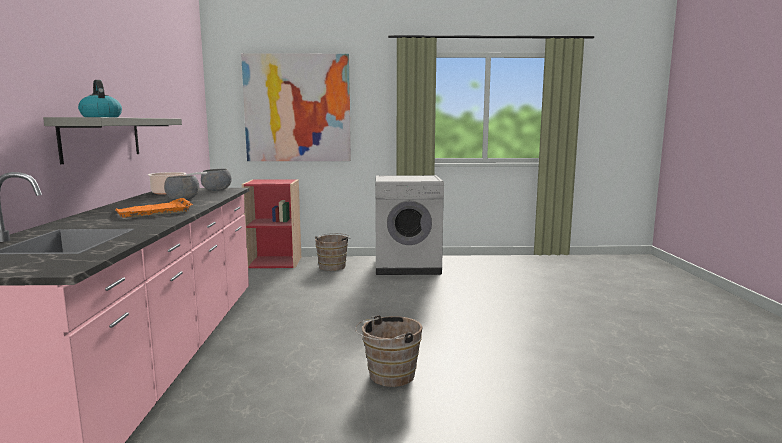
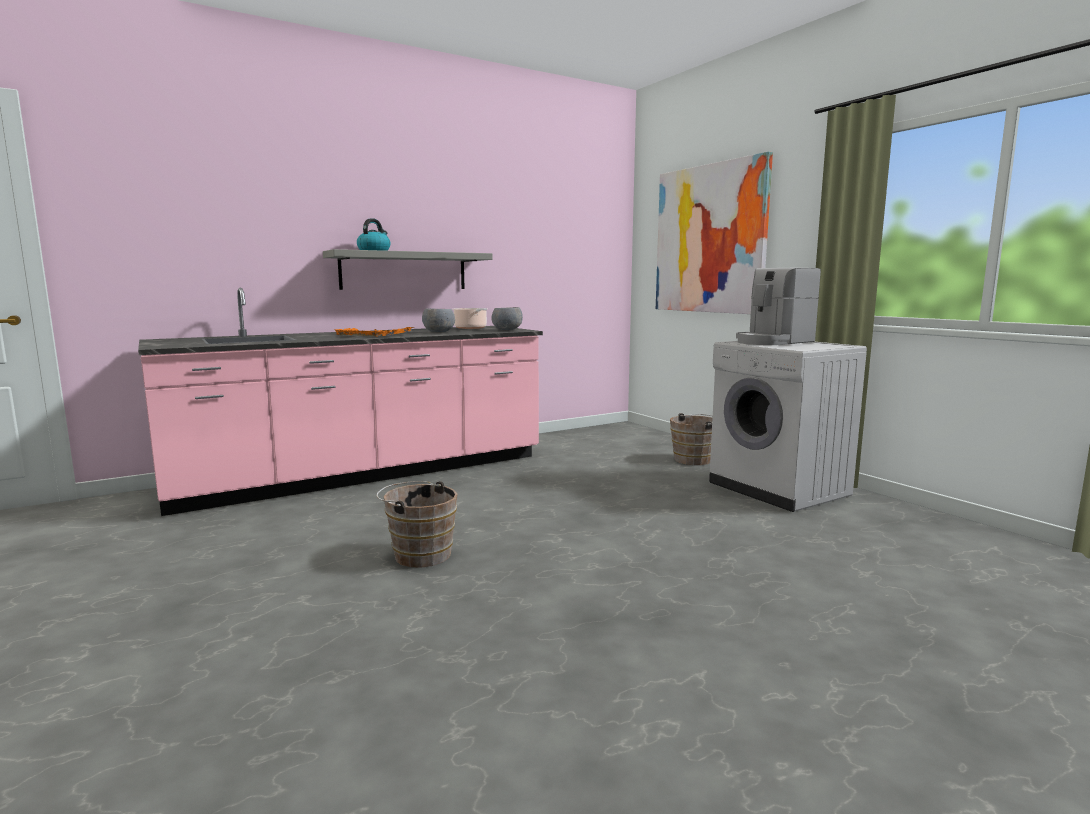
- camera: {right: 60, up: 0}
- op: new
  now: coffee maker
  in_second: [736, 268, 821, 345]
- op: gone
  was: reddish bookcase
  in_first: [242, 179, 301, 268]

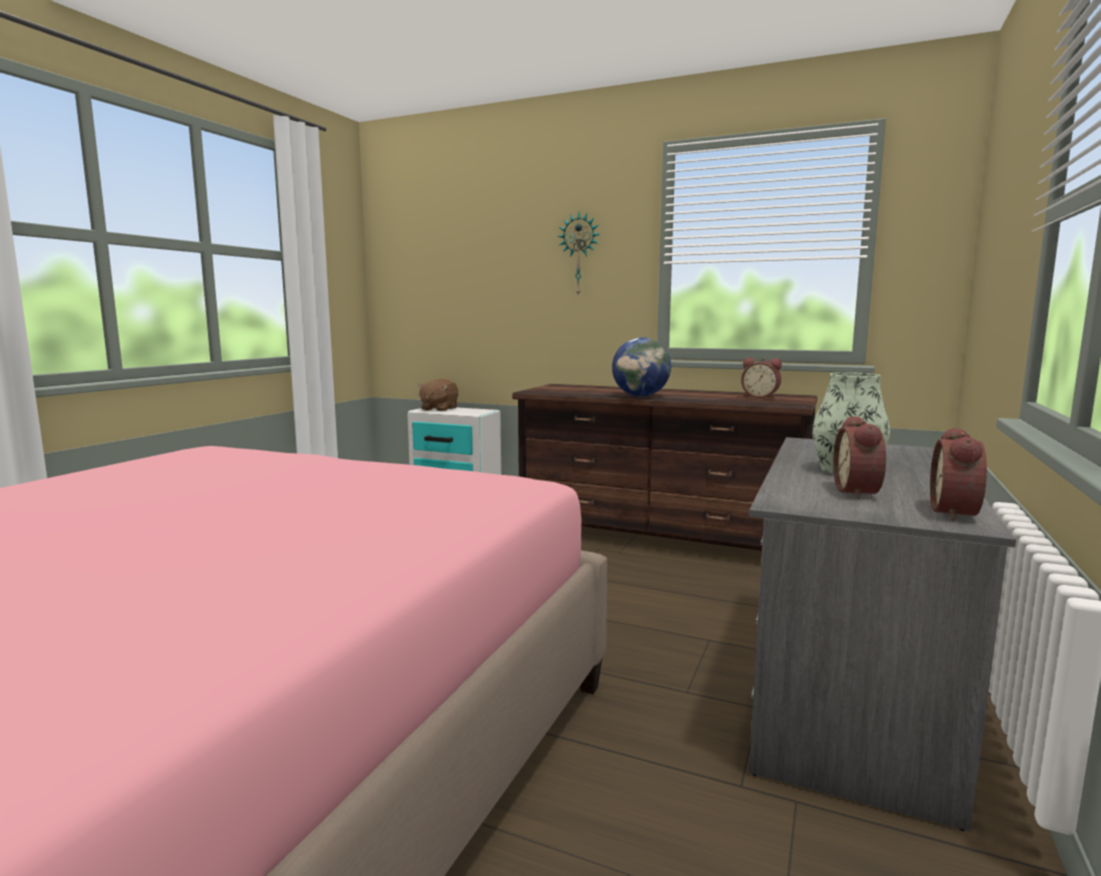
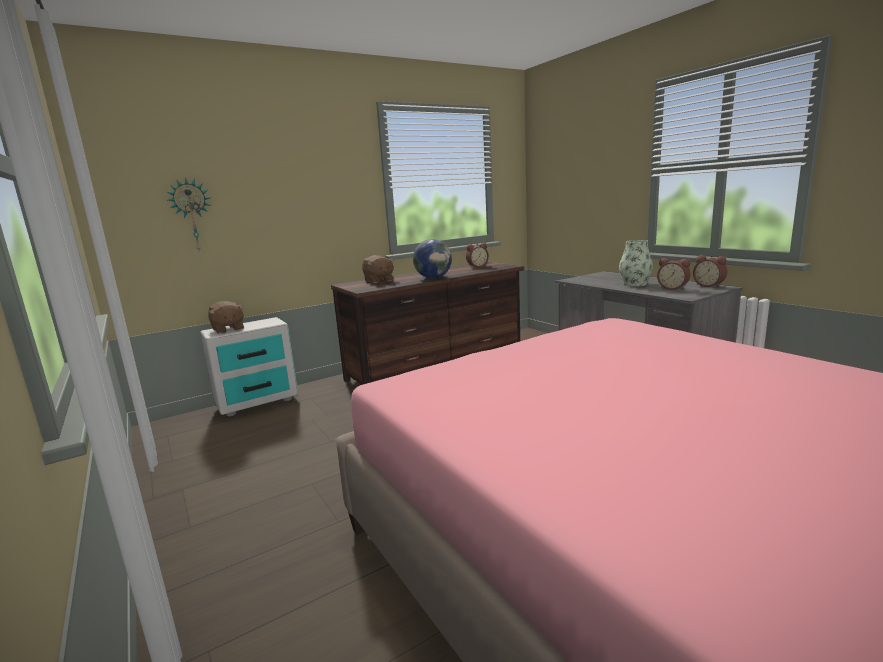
- camera: {right: -55, up: 5}
- op: shifted
  was: hanging clock
  in_first: [557, 212, 600, 295]
  in_second: [167, 177, 211, 252]
- op: new
  now: brownish plush toy
  in_second: [362, 255, 394, 283]

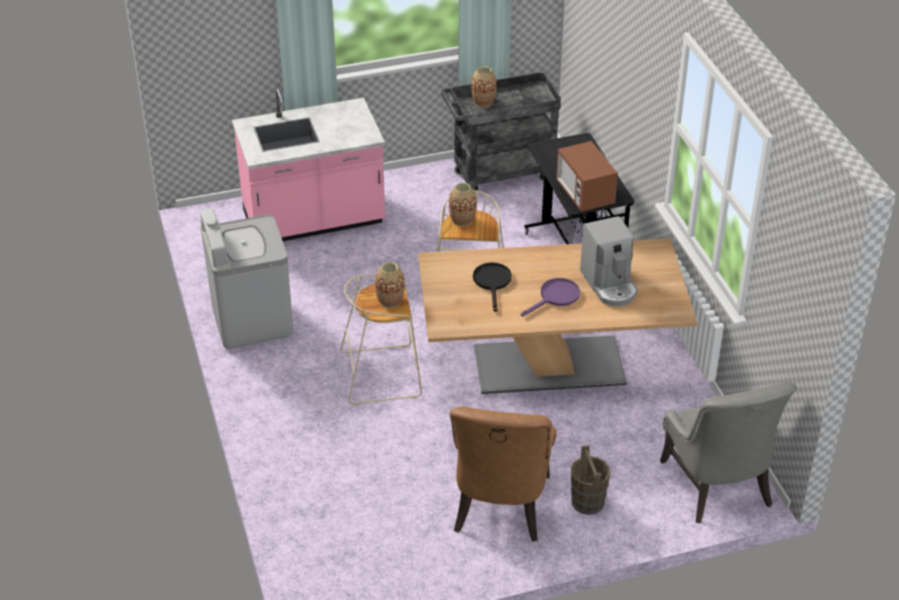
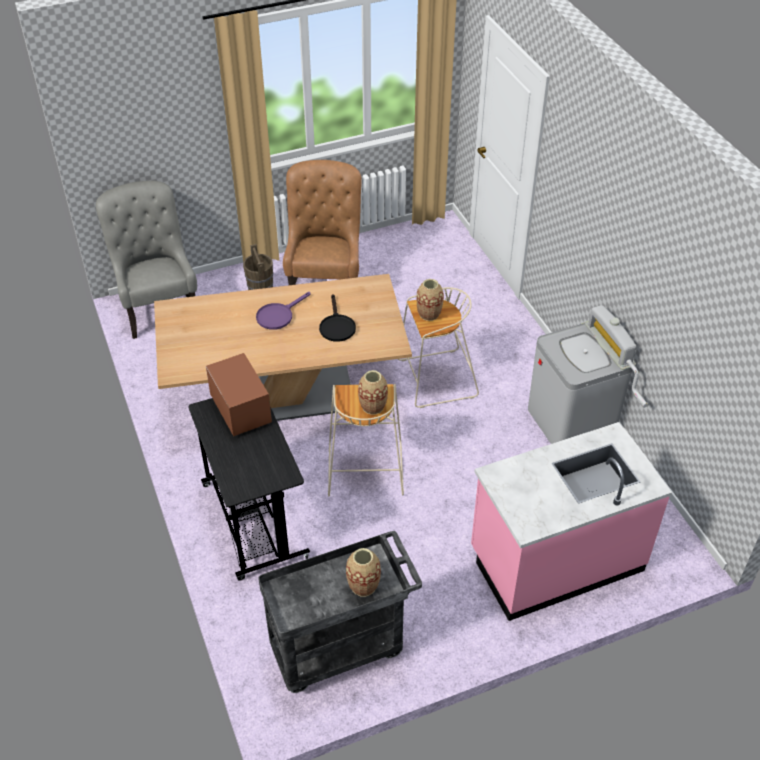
- camera: {right: 175, up: 5}
- op: gone
  was: coffee maker
  in_first: [580, 216, 638, 306]

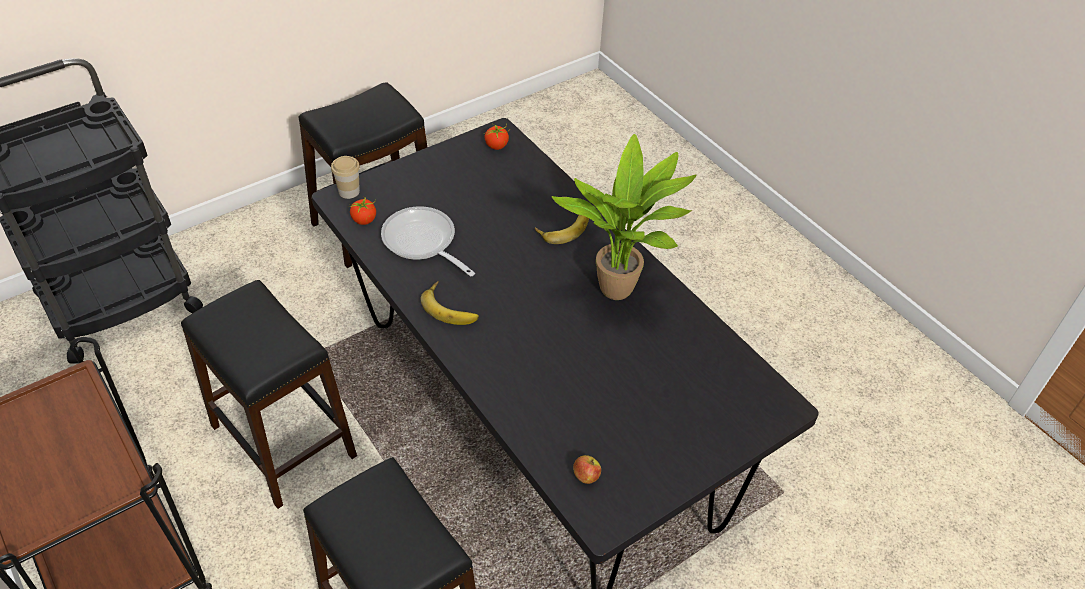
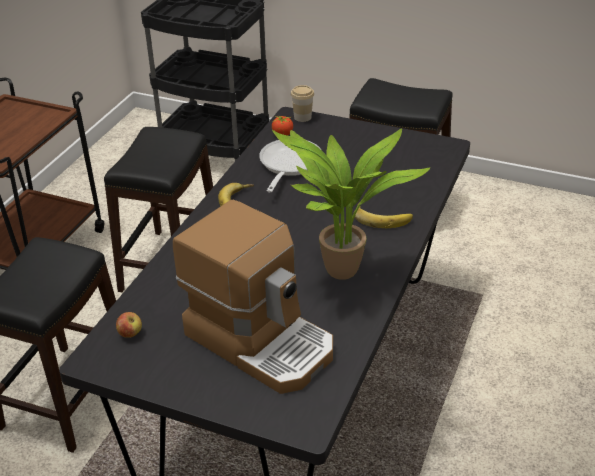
- camera: {right: 60, up: -10}
- op: new
  now: coffee maker
  in_second: [173, 200, 333, 394]
- op: gone
  was: whole tomato
  in_first: [484, 123, 509, 150]

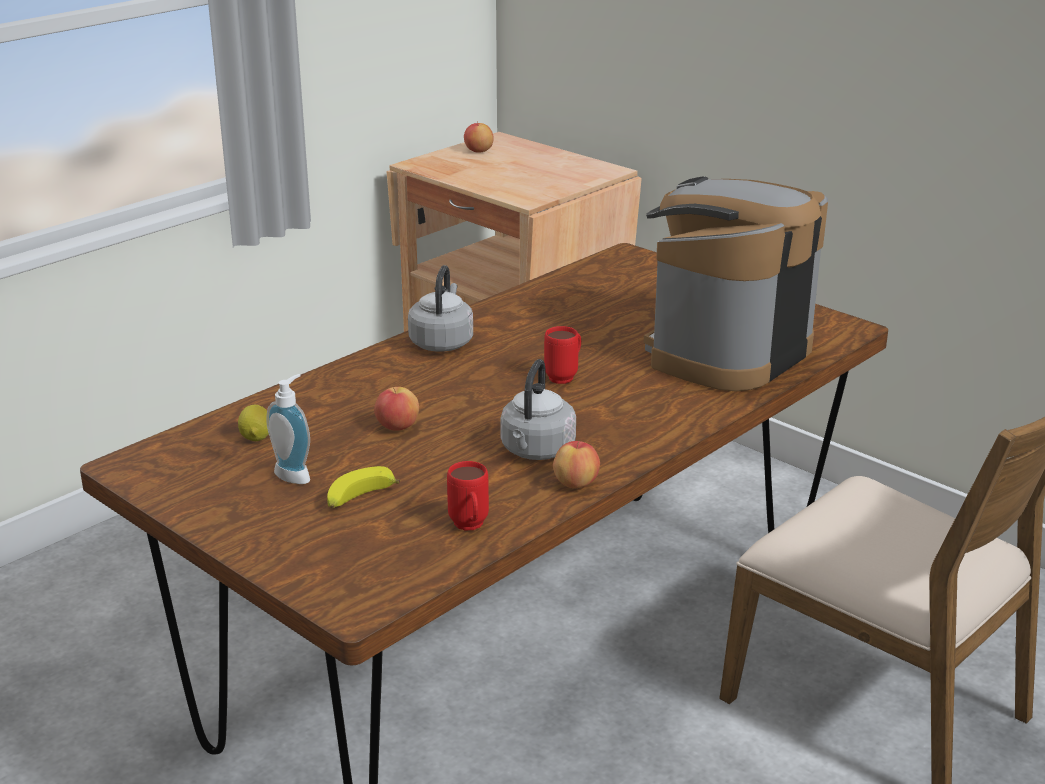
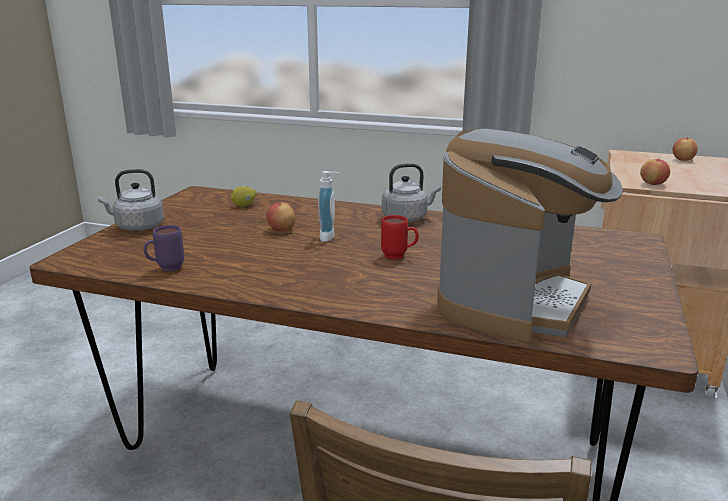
- camera: {right: 65, up: -5}
- op: shifted
  was: greyish tea kettle
  in_first: [500, 359, 576, 460]
  in_second: [98, 169, 164, 231]
- op: repainted
  was: reddish coffee mug
  now: purple-coloured coffee mug
  in_first: [447, 461, 489, 531]
  in_second: [144, 225, 184, 272]
- op: shifted
  was: soap bottle
  in_first: [266, 374, 310, 484]
  in_second: [318, 171, 340, 242]
- op: rotated
  was: coffee maker
  in_first: [644, 176, 828, 391]
  in_second: [437, 129, 623, 343]
  clockwise: 105
- op: shifted
  was: apple
  in_first: [553, 441, 600, 488]
  in_second: [640, 159, 670, 185]
- op: gone
  was: banana
  in_first: [327, 466, 400, 508]

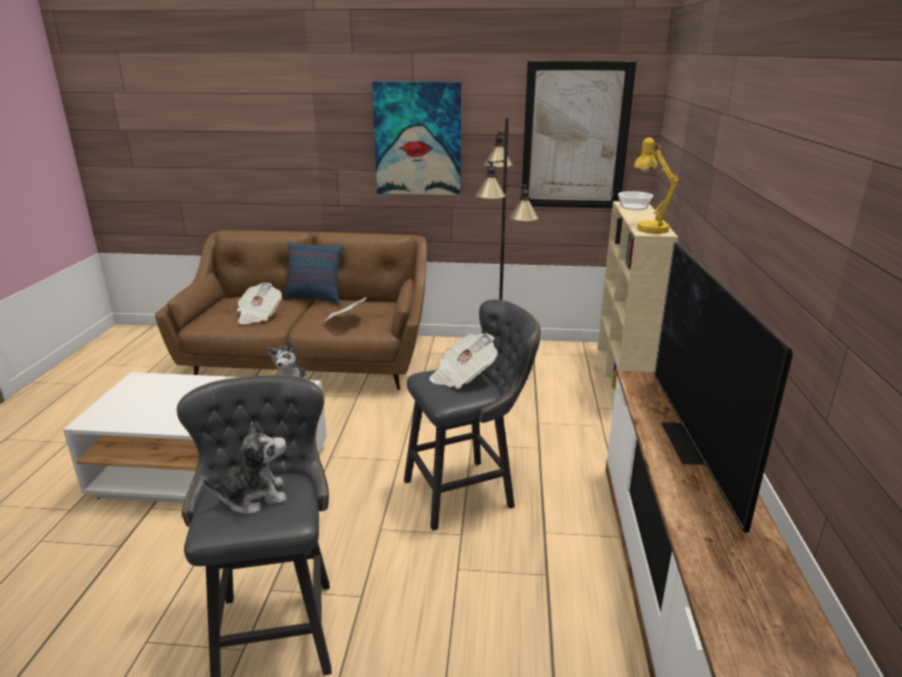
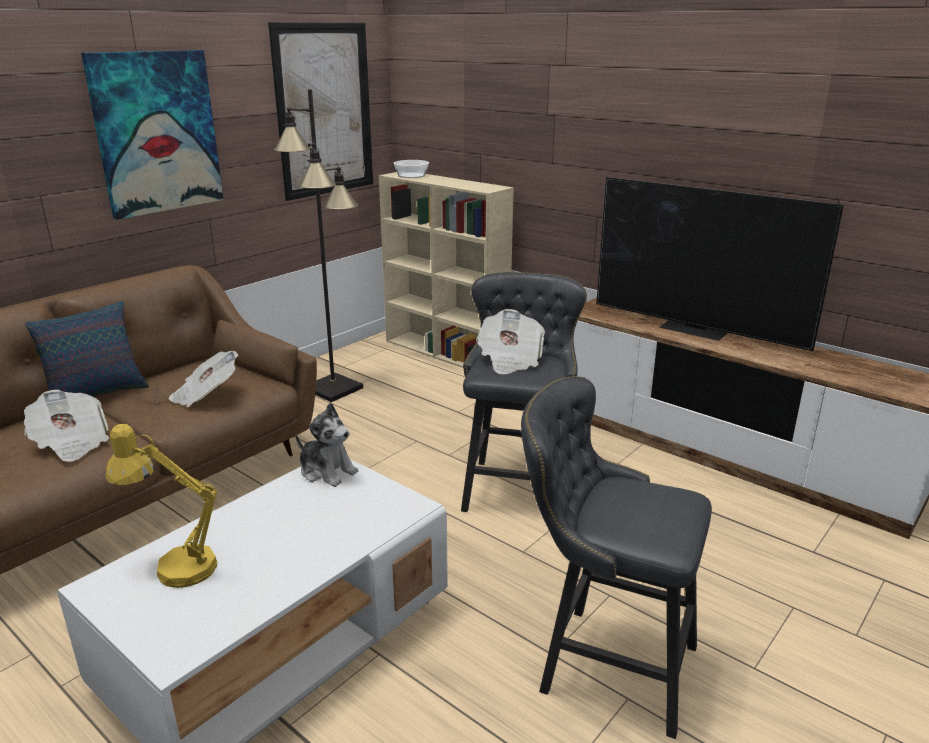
- camera: {right: -55, up: 0}
- op: shifted
  was: yellow tabletop lamp
  in_first: [634, 137, 679, 234]
  in_second: [106, 424, 218, 588]
- op: gone
  was: plush toy
  in_first: [203, 422, 287, 514]

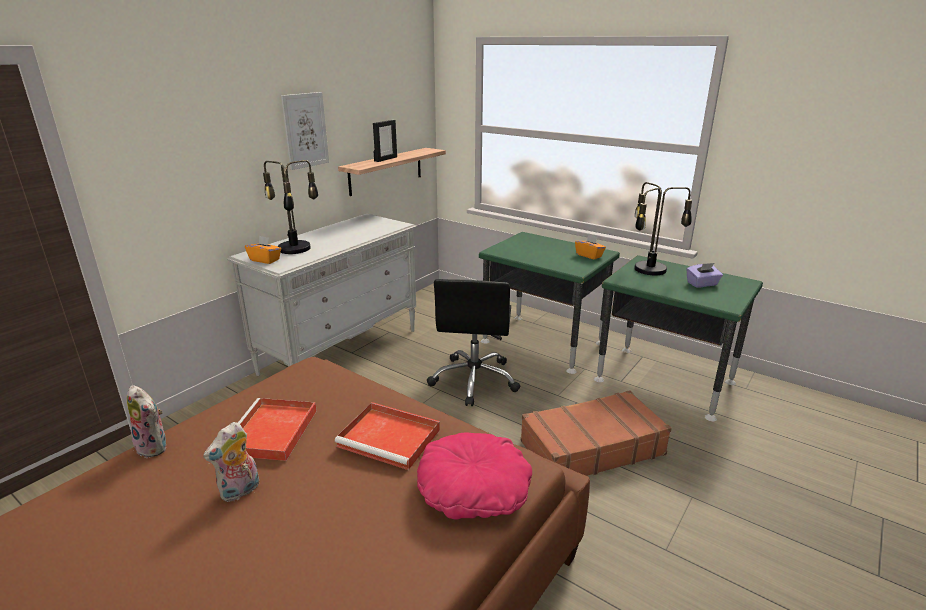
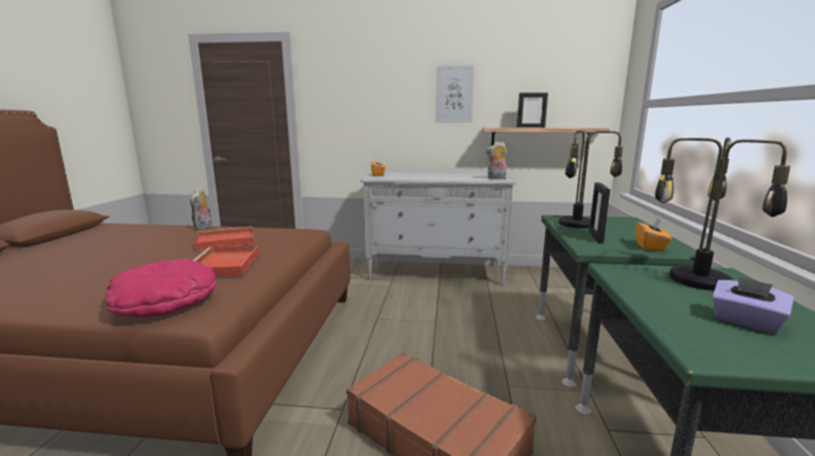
- camera: {right: 60, up: -10}
- op: shifted
  was: plush toy
  in_first: [203, 422, 259, 502]
  in_second: [486, 142, 507, 179]
- op: shifted
  was: tabletop lamp
  in_first: [263, 160, 318, 254]
  in_second: [559, 131, 623, 228]
- op: new
  now: standing frame
  in_second: [589, 183, 610, 243]
- op: gone
  was: blackish office chair
  in_first: [427, 279, 520, 406]

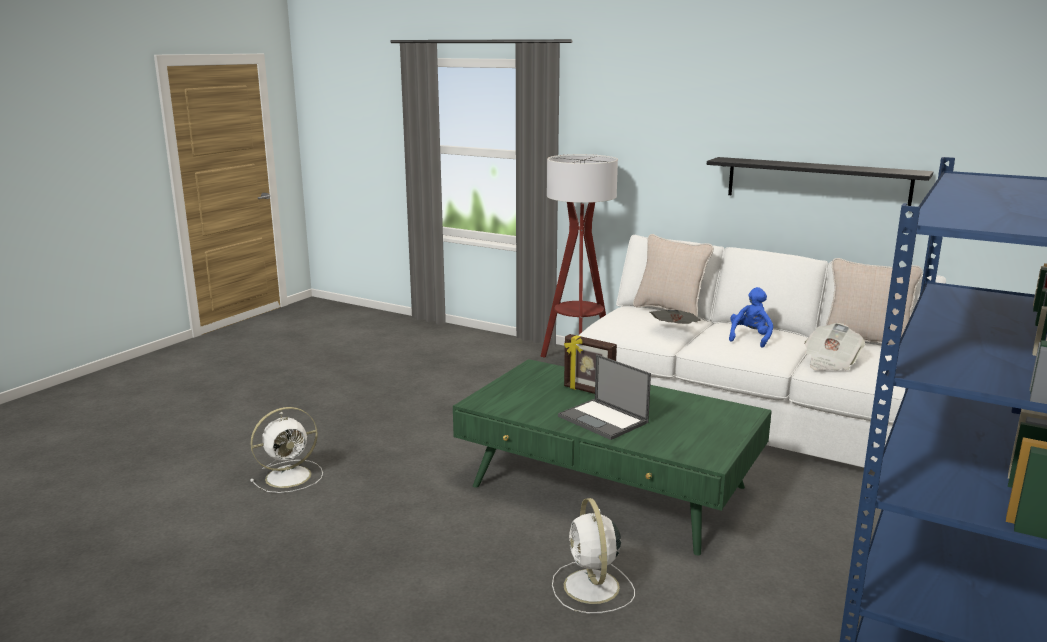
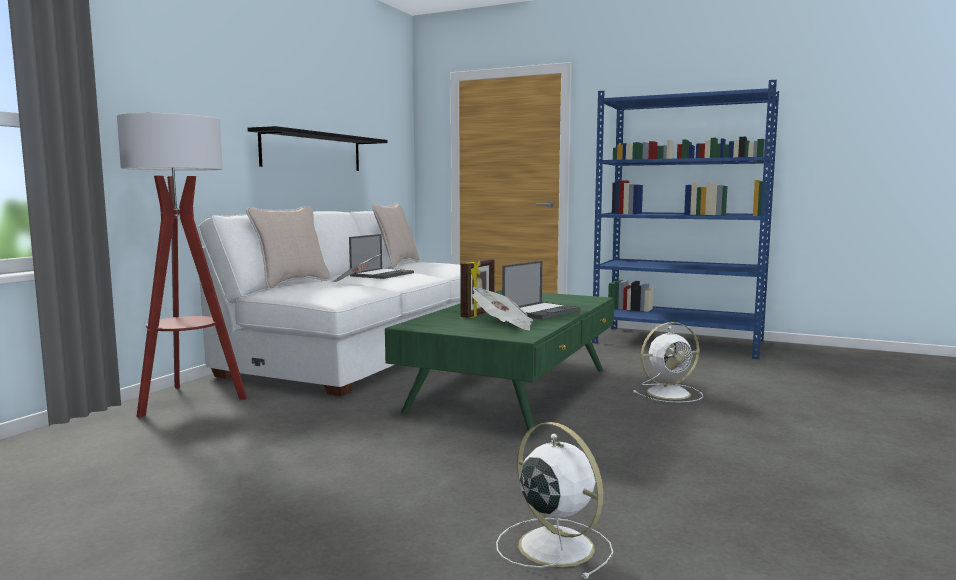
- camera: {right: -95, up: -10}
- op: swapped
  was: blue-coloured plush toy
  now: portable computer
  in_first: [729, 287, 773, 348]
  in_second: [349, 234, 414, 279]
- op: shifted
  was: daily paper
  in_first: [804, 323, 865, 371]
  in_second: [472, 287, 533, 330]

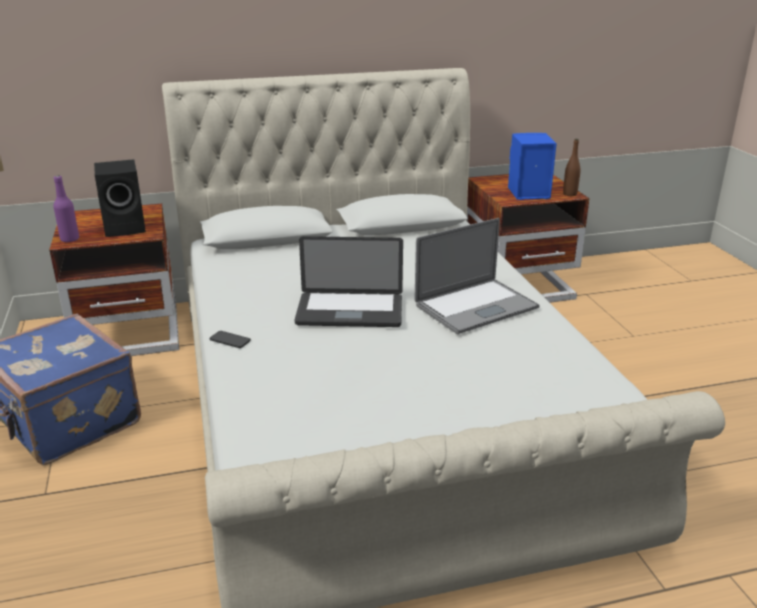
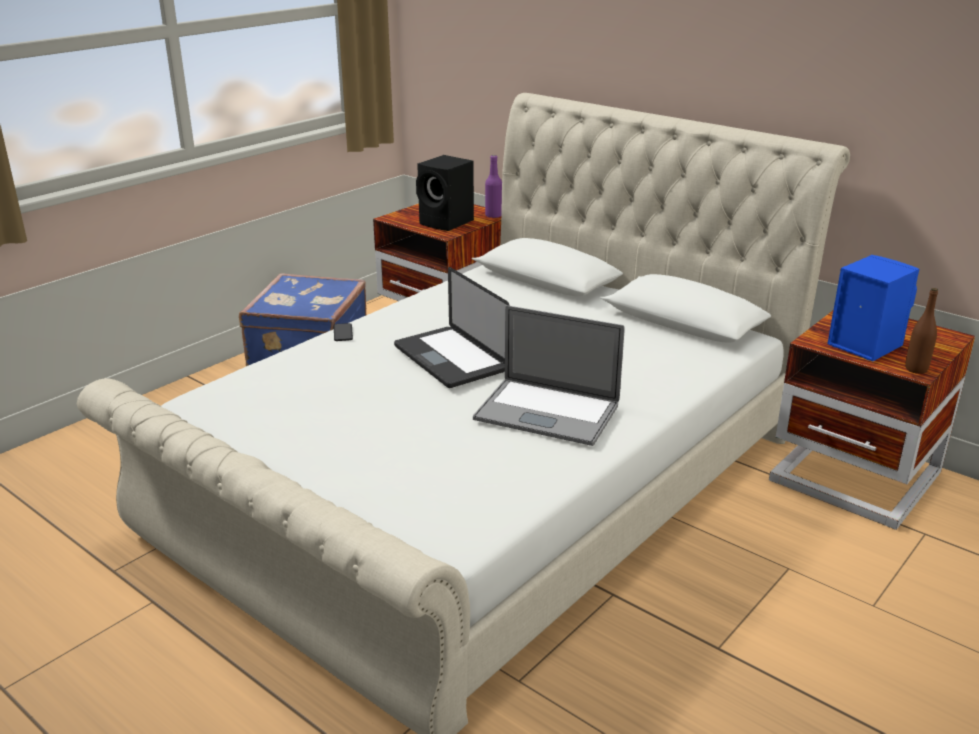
- camera: {right: 55, up: 0}
- op: shifted
  was: purple-coloured drink bottle
  in_first: [53, 176, 79, 243]
  in_second: [485, 155, 502, 218]

